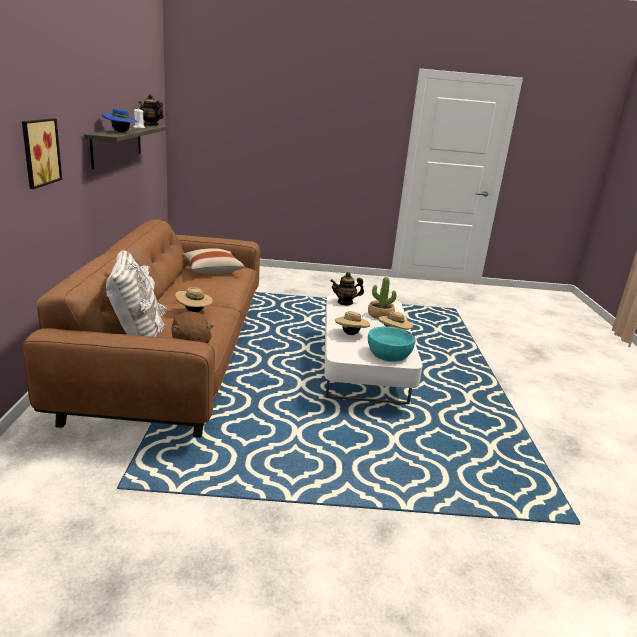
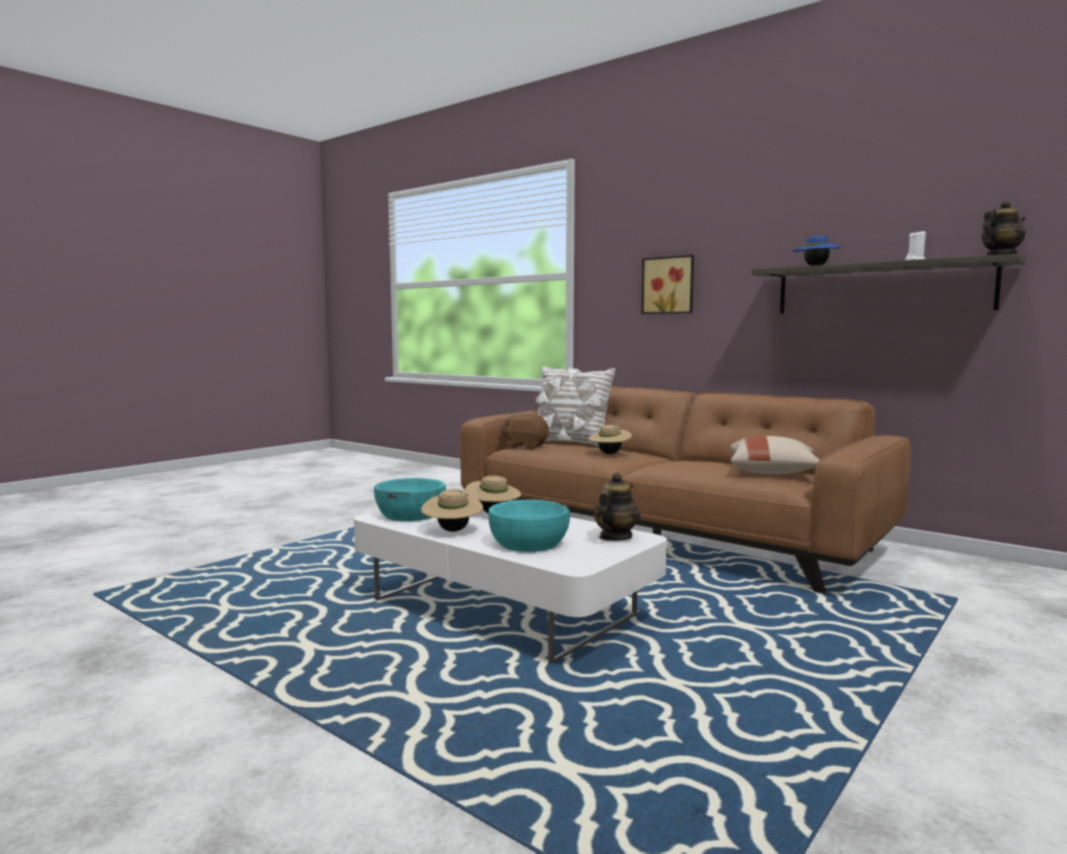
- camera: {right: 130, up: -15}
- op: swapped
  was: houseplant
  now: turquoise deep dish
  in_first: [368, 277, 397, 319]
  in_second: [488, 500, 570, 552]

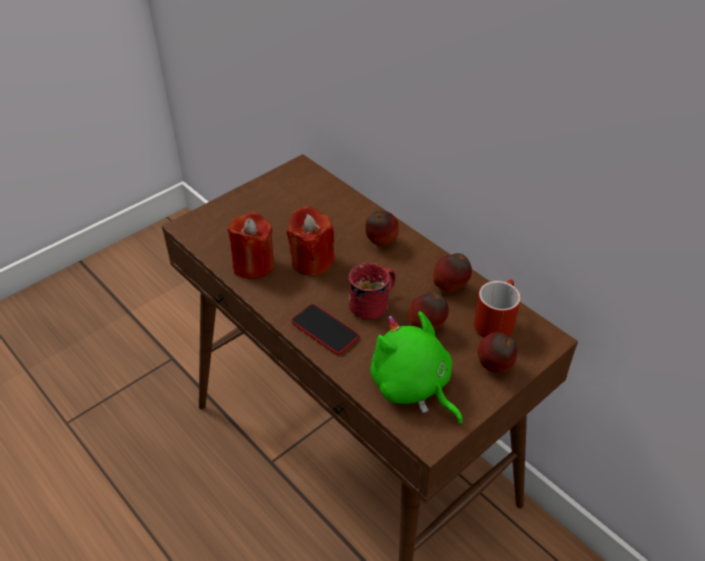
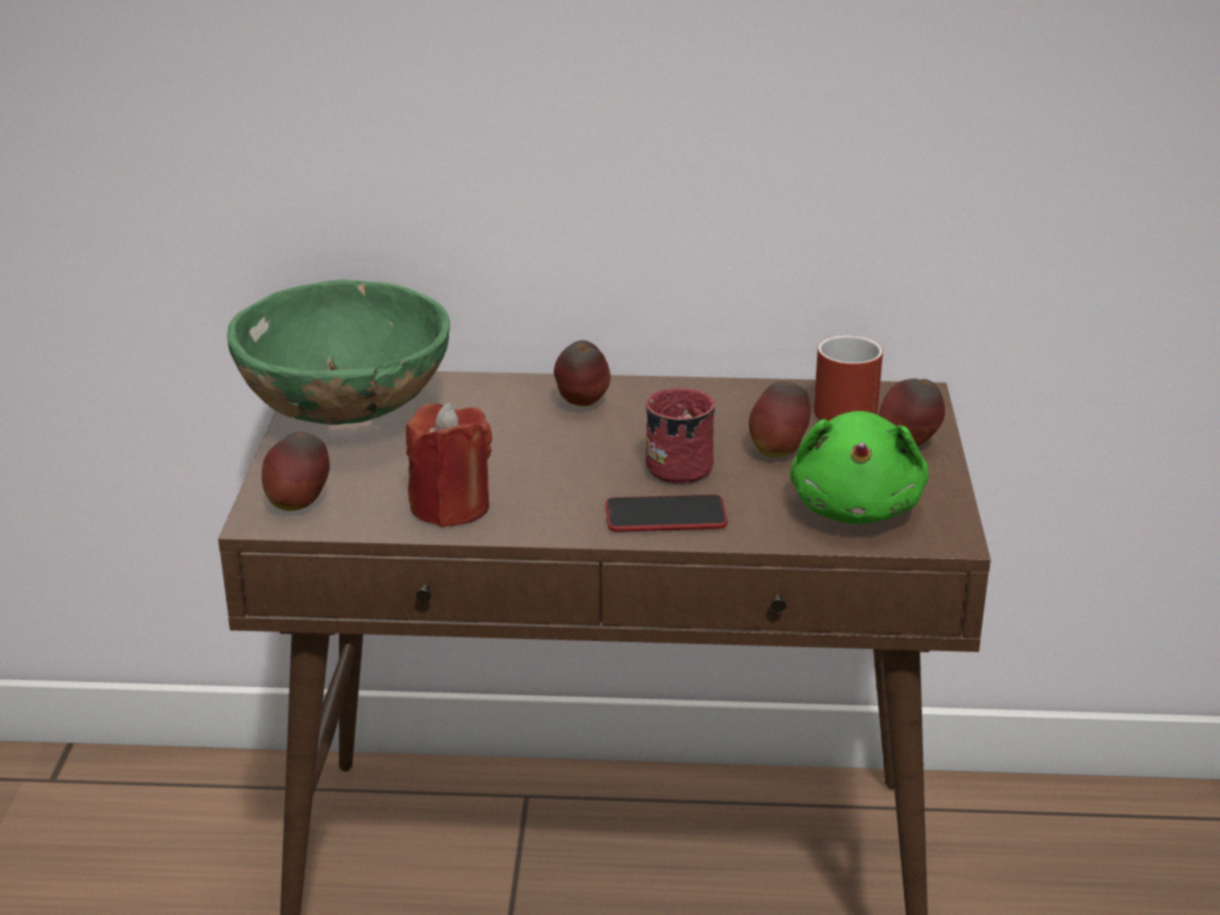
- camera: {right: -45, up: -15}
- op: new
  now: green-coloured deep dish
  in_second: [227, 280, 450, 425]
- op: shifted
  was: apple
  in_first: [433, 253, 472, 292]
  in_second: [262, 432, 330, 511]
- op: rotated
  was: green-coloured plush toy
  in_first: [370, 311, 463, 425]
  in_second: [790, 411, 929, 524]
  clockwise: -90
- op: gone
  was: reddish wax candle
  in_first: [287, 206, 335, 276]

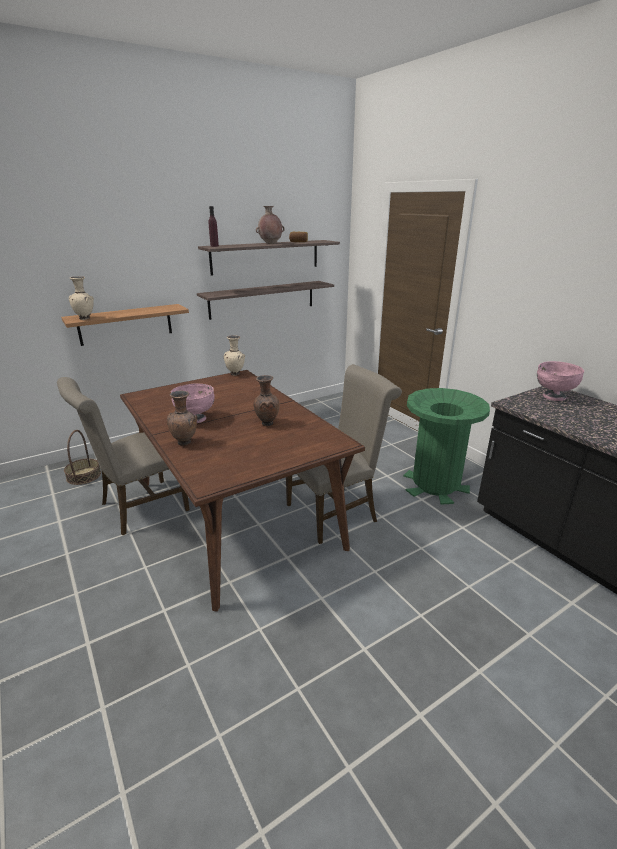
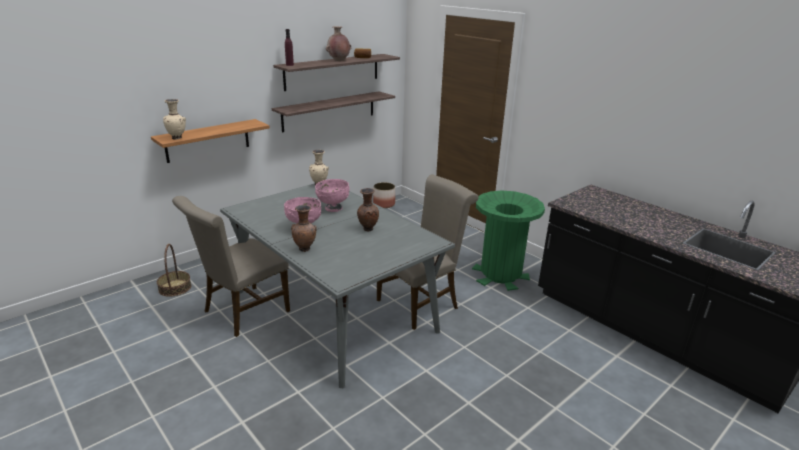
- camera: {right: -10, up: 0}
- op: repainted
  was: brownish dinner table
  now: greyish dinner table
  in_first: [120, 370, 365, 611]
  in_second: [220, 183, 455, 388]
- op: shifted
  was: pinkish deep dish
  in_first: [537, 361, 584, 401]
  in_second: [315, 179, 350, 212]
- op: new
  now: flower pot
  in_second: [373, 182, 395, 208]

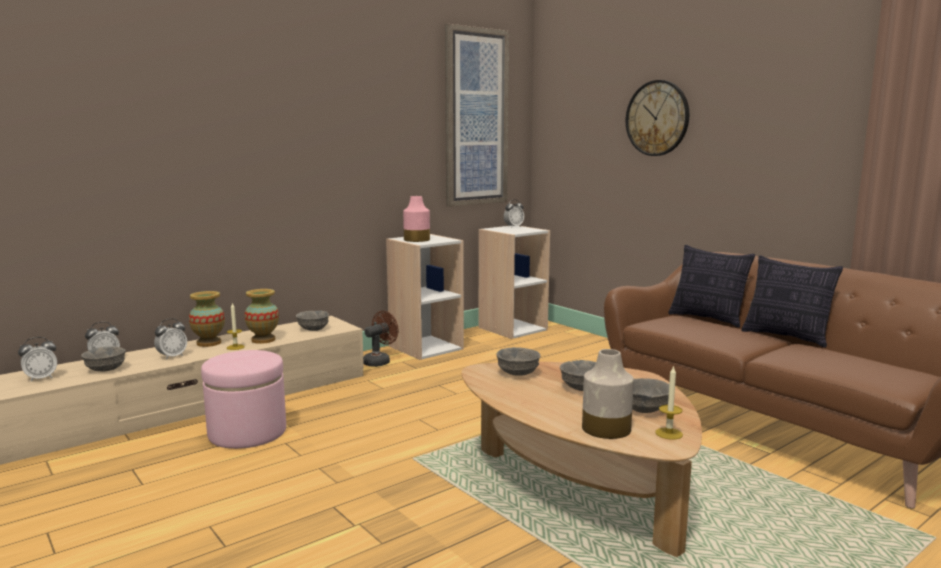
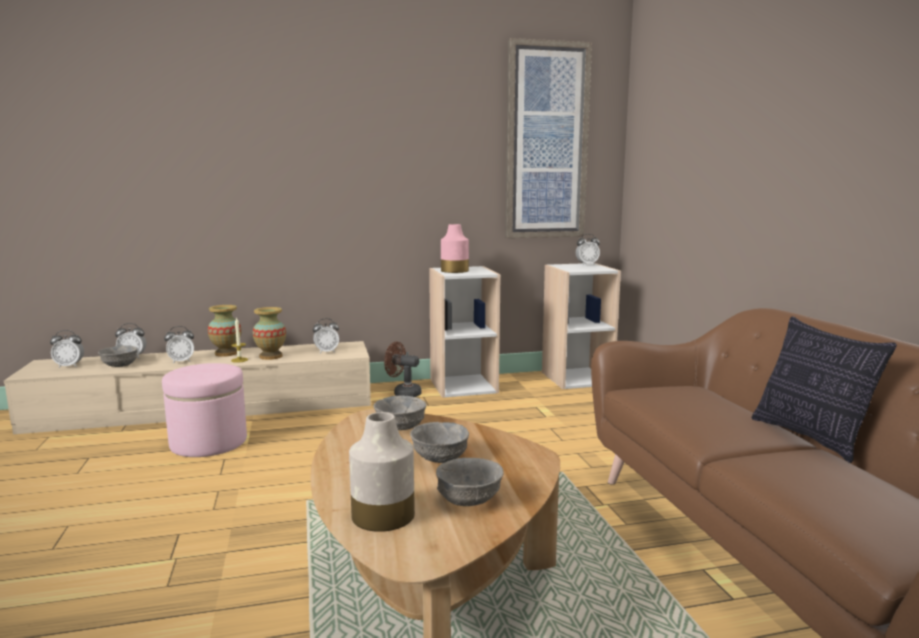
- camera: {right: 25, up: 0}
- op: swapped
  was: greyish deep dish
  now: alarm clock
  in_first: [296, 311, 329, 331]
  in_second: [313, 318, 339, 354]
- op: rotated
  was: brownish electric fan
  in_first: [363, 311, 398, 367]
  in_second: [384, 342, 422, 397]
  clockwise: -135
- op: gone
  was: hanging clock
  in_first: [626, 80, 689, 156]
- op: gone
  was: wax candle
  in_first: [655, 365, 683, 440]
- op: gone
  was: pillow
  in_first: [668, 245, 755, 328]

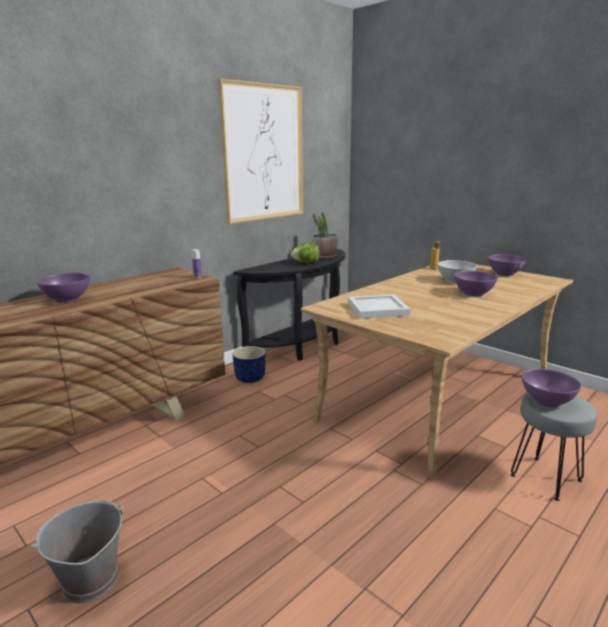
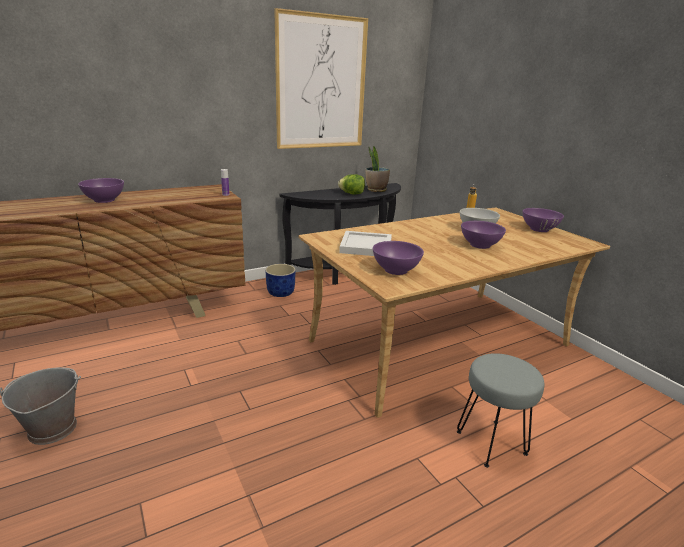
- camera: {right: 15, up: 5}
- op: shifted
  was: purple-coloured deep dish
  in_first: [522, 369, 581, 407]
  in_second: [373, 241, 424, 275]

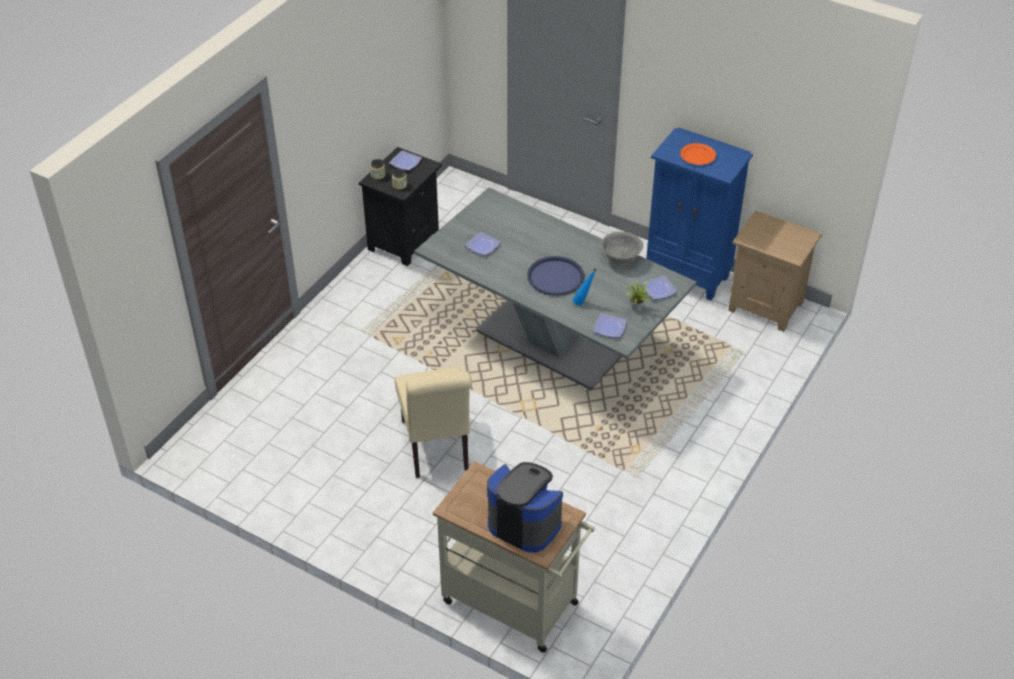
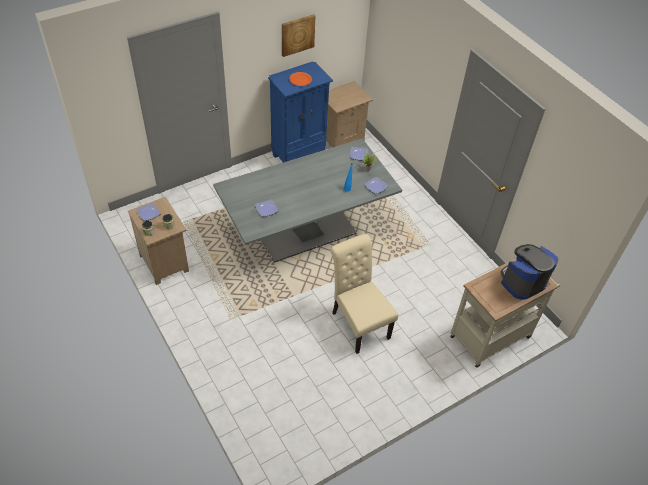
- camera: {right: -65, up: 5}
- op: repainted
  was: blackish night table
  now: sand-coloured night table
  in_first: [359, 147, 442, 266]
  in_second: [128, 197, 189, 285]
- op: new
  now: wall picture
  in_second: [282, 14, 315, 57]
- op: rotated
  was: sand-coloured plain chair
  in_first: [395, 368, 472, 478]
  in_second: [330, 234, 398, 354]
  clockwise: -135
- op: gone
  was: blue-coloured tray
  in_first: [527, 256, 584, 296]
- op: gone
  was: greyish deep dish
  in_first: [601, 232, 643, 266]

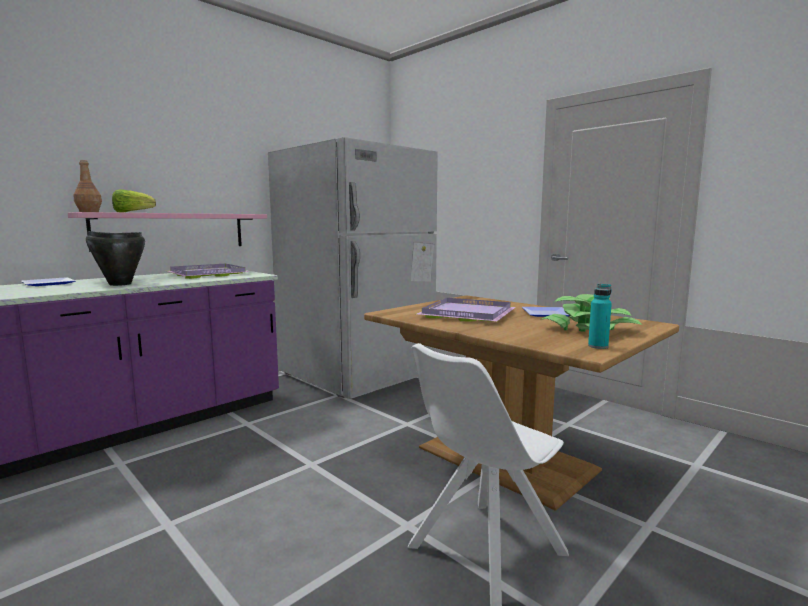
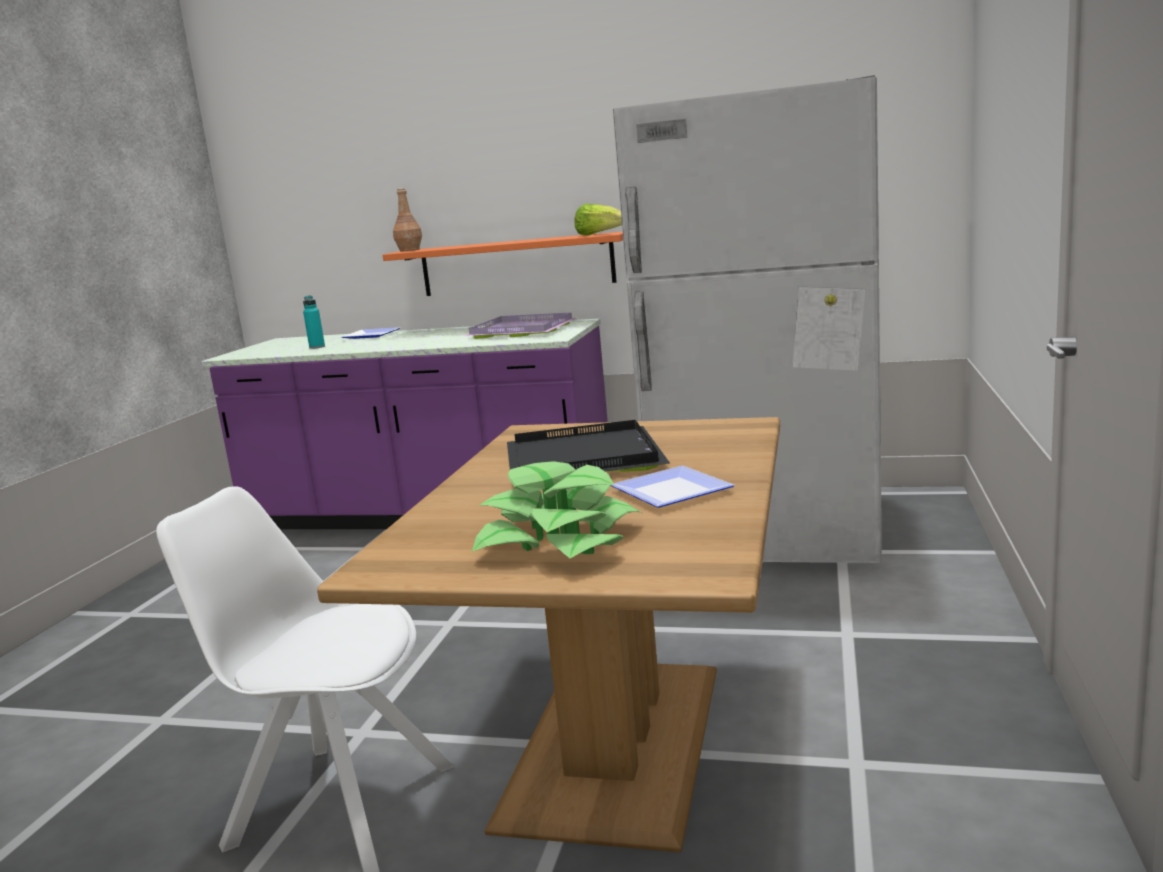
- camera: {right: 60, up: 5}
- op: shifted
  was: turquoise drink bottle
  in_first: [588, 284, 612, 349]
  in_second: [303, 296, 325, 349]
- op: repainted
  was: pinkish shelf
  now: orange shelf
  in_first: [68, 212, 267, 252]
  in_second: [383, 232, 623, 296]
- op: repainted
  was: purple-coloured tray
  now: blackish tray
  in_first: [416, 298, 516, 322]
  in_second: [507, 420, 670, 472]
- op: shifted
  was: head of lettuce
  in_first: [112, 189, 156, 213]
  in_second: [575, 204, 622, 236]
- op: gone
  was: blackish cooking pot
  in_first: [86, 231, 145, 286]

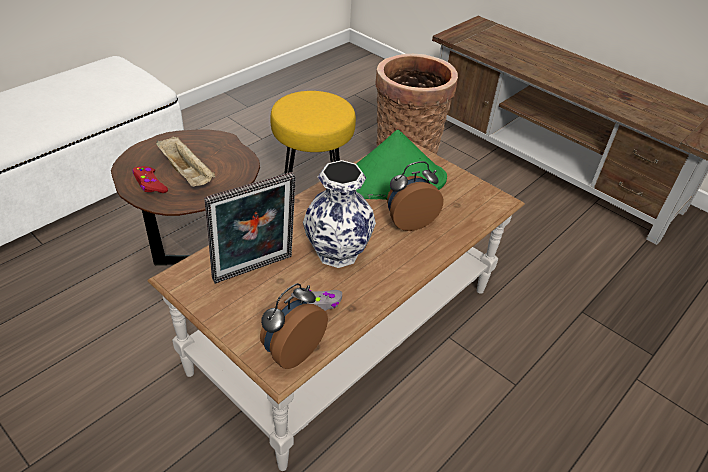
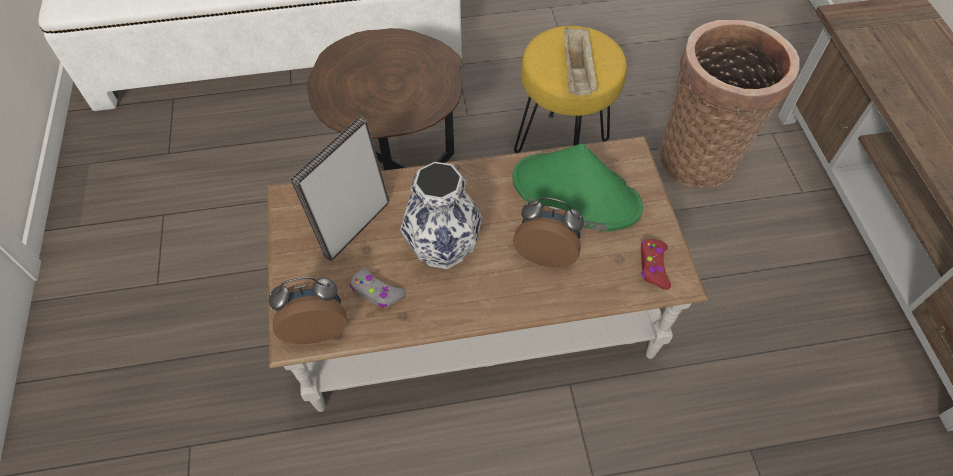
- camera: {right: 40, up: 15}
- op: rotated
  was: standing frame
  in_first: [204, 172, 296, 284]
  in_second: [290, 117, 390, 261]
  clockwise: 120
- op: shifted
  was: sand-coloured tray
  in_first: [156, 137, 215, 187]
  in_second: [564, 27, 598, 96]
- op: shifted
  was: reddish game controller
  in_first: [133, 166, 168, 193]
  in_second: [641, 239, 671, 290]

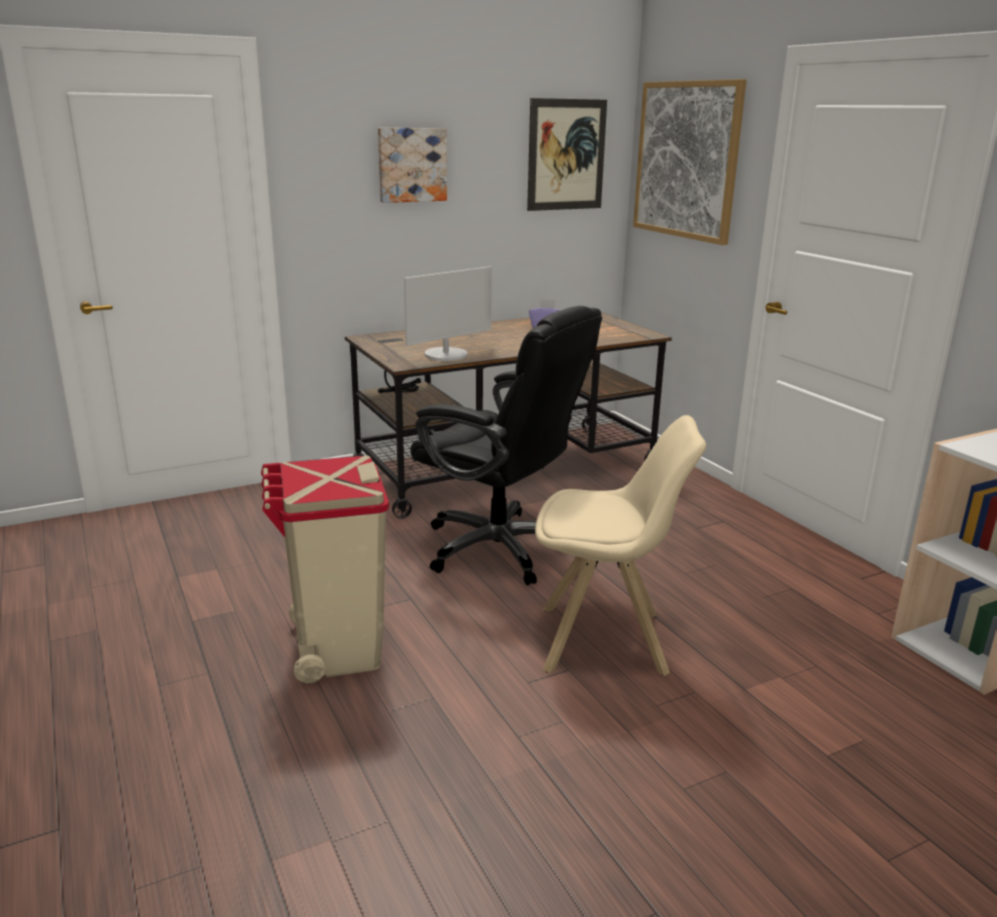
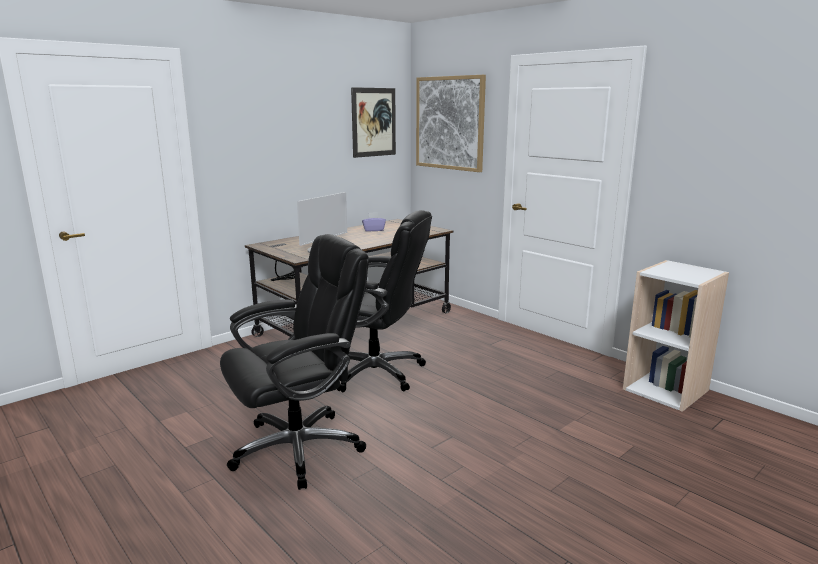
- camera: {right: -15, up: -5}
- op: swapped
  was: sand-coloured waste bin
  now: blackish office chair
  in_first: [261, 456, 389, 683]
  in_second: [220, 234, 369, 490]
- op: gone
  was: wall picture
  in_first: [378, 128, 447, 203]
- op: gone
  was: sand-coloured plain chair
  in_first: [535, 415, 706, 676]

